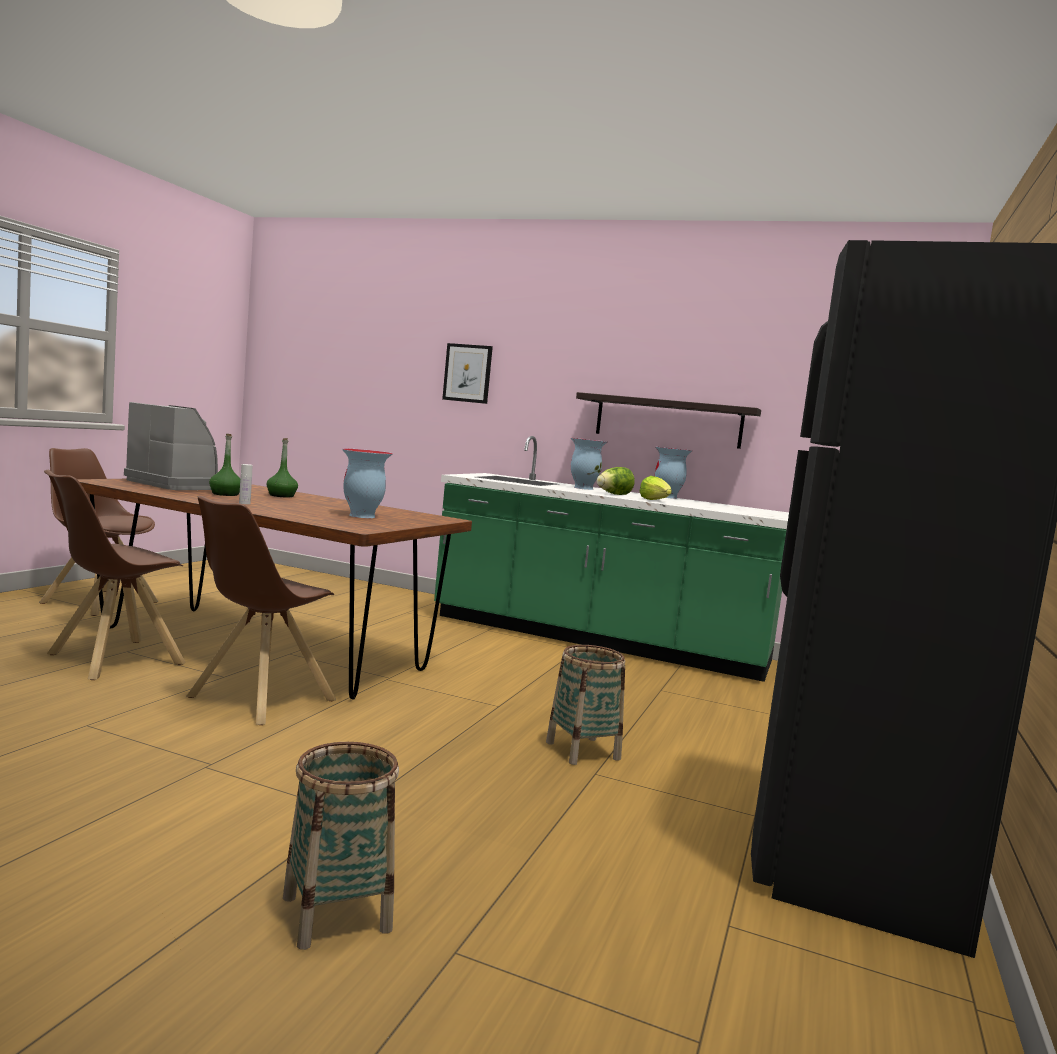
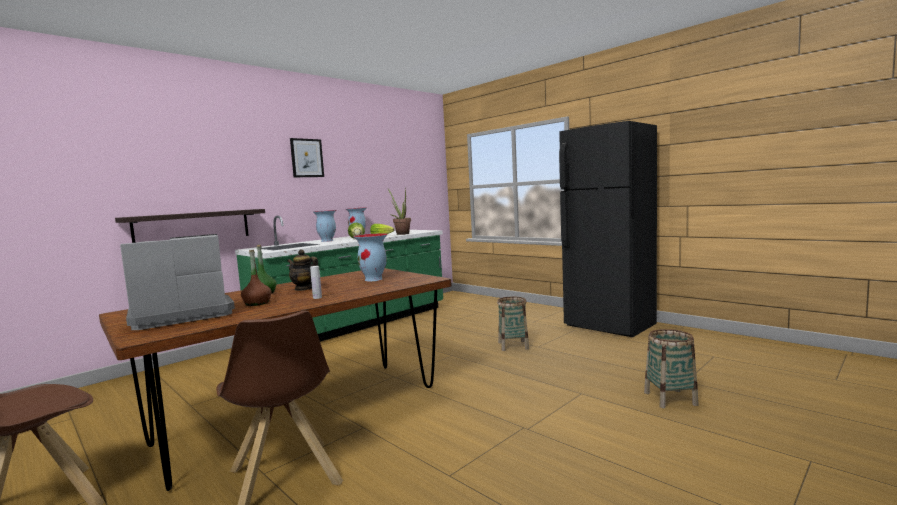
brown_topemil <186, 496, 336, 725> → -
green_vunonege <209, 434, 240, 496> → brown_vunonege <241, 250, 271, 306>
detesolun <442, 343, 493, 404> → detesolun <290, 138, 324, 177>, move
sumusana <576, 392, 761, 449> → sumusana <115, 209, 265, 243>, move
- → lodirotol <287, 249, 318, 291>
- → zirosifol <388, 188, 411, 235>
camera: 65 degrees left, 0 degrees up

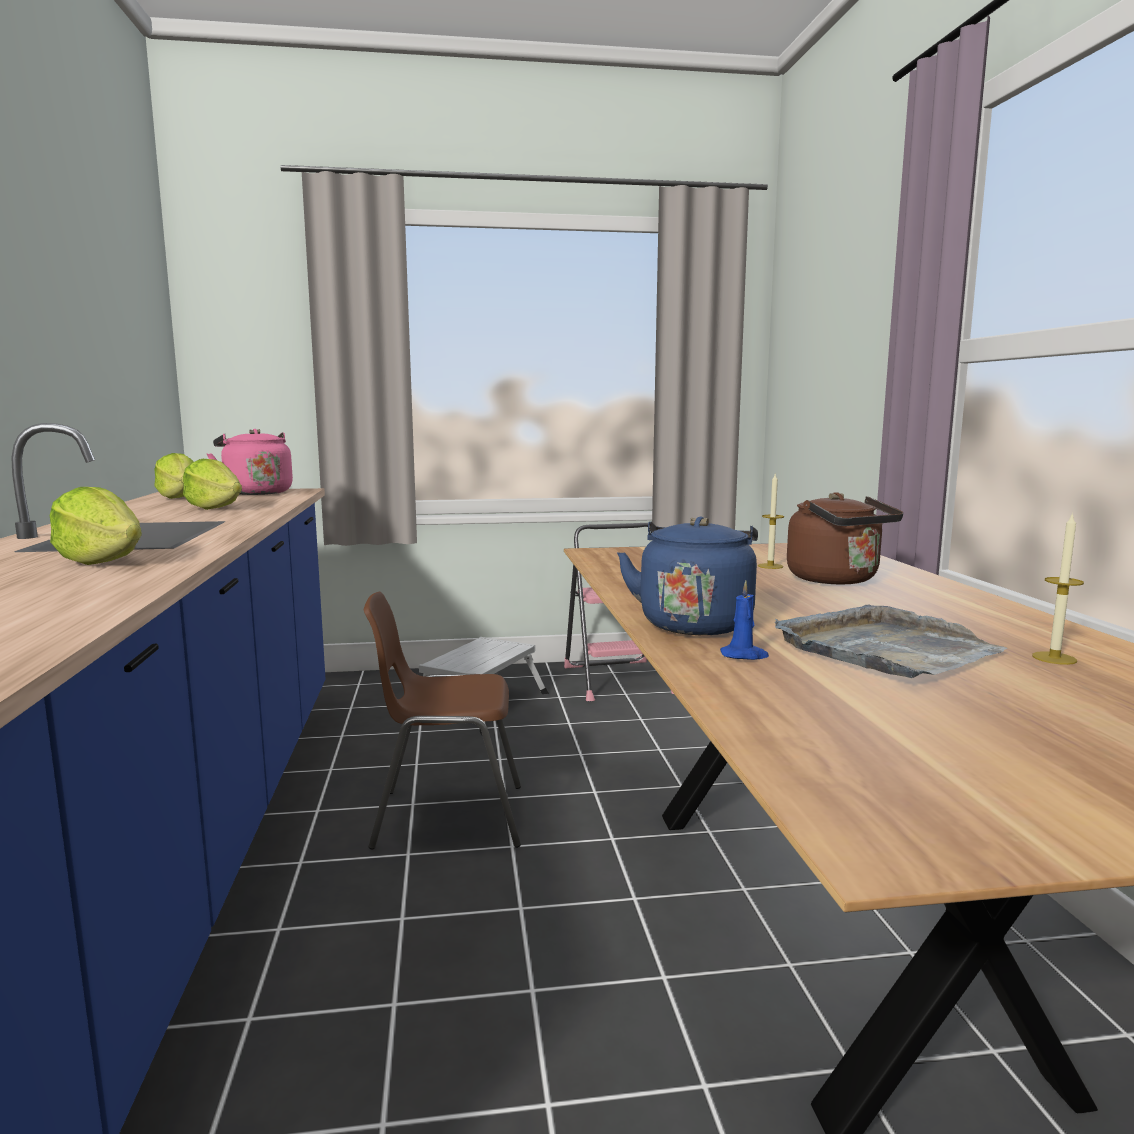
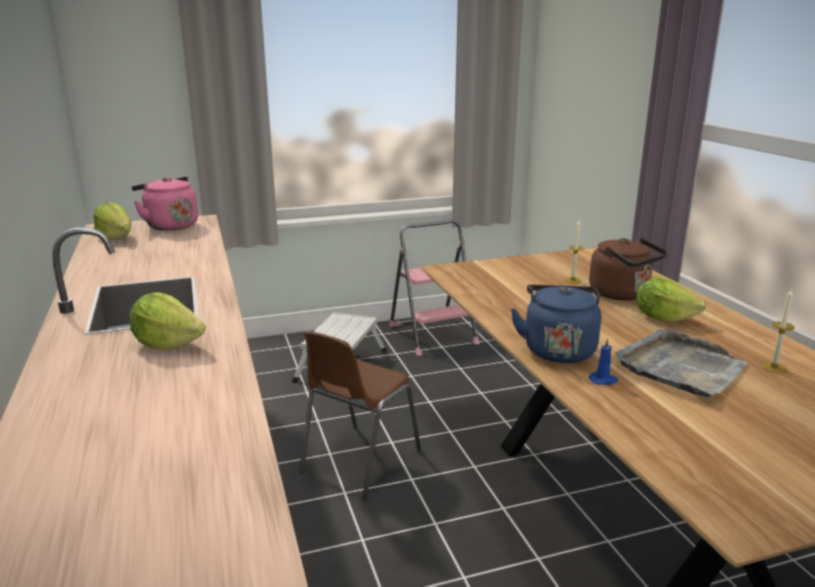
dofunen <183, 459, 242, 510> → dofunen <636, 277, 706, 322>, move
brown_topemil <364, 592, 521, 850> → brown_topemil <299, 331, 421, 500>, 45 degrees counterclockwise
camera: 10 degrees left, 10 degrees up

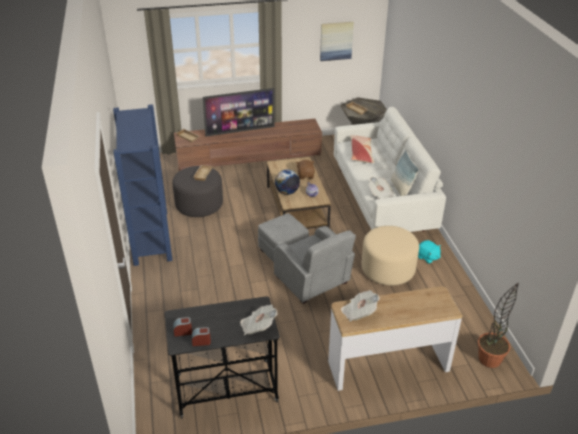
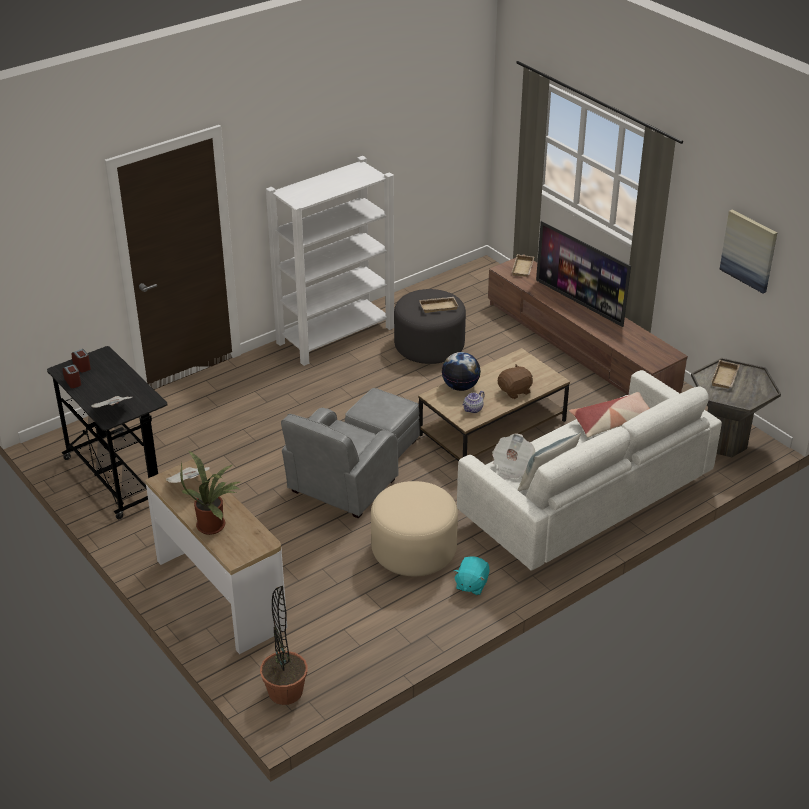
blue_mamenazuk <113, 104, 173, 266> → white_mamenazuk <266, 156, 394, 366>
- → zirosifol <180, 451, 240, 535>
camera: 65 degrees right, 0 degrees up

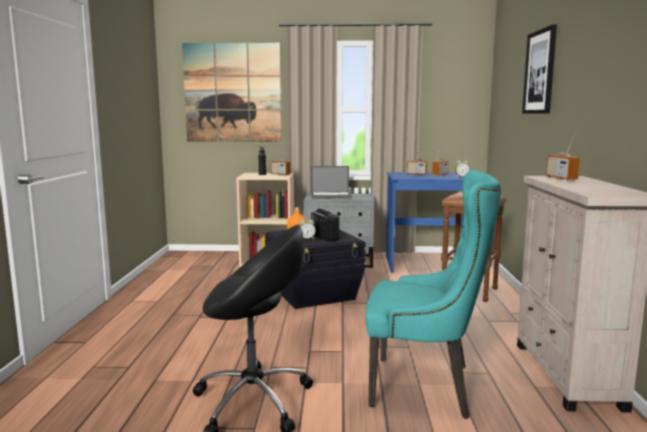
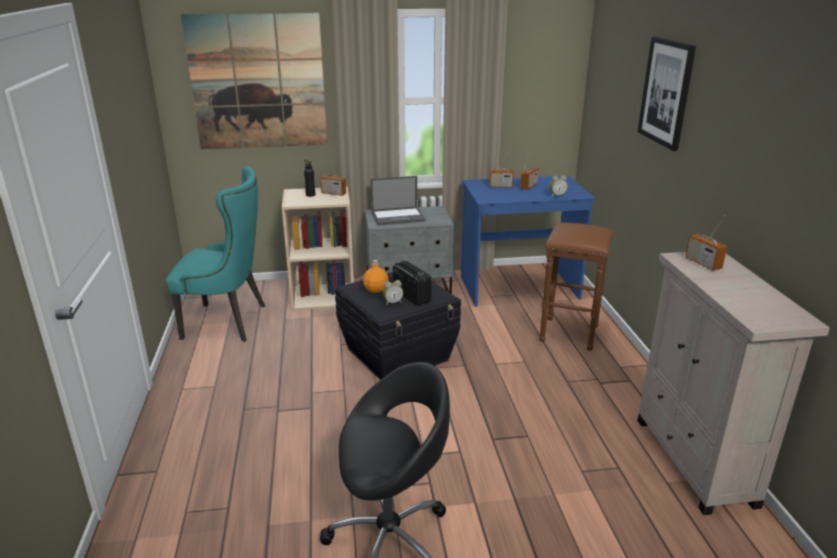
turquoise_topemil <366, 170, 501, 419> → turquoise_topemil <166, 166, 265, 342>, move
camera: 10 degrees left, 15 degrees up

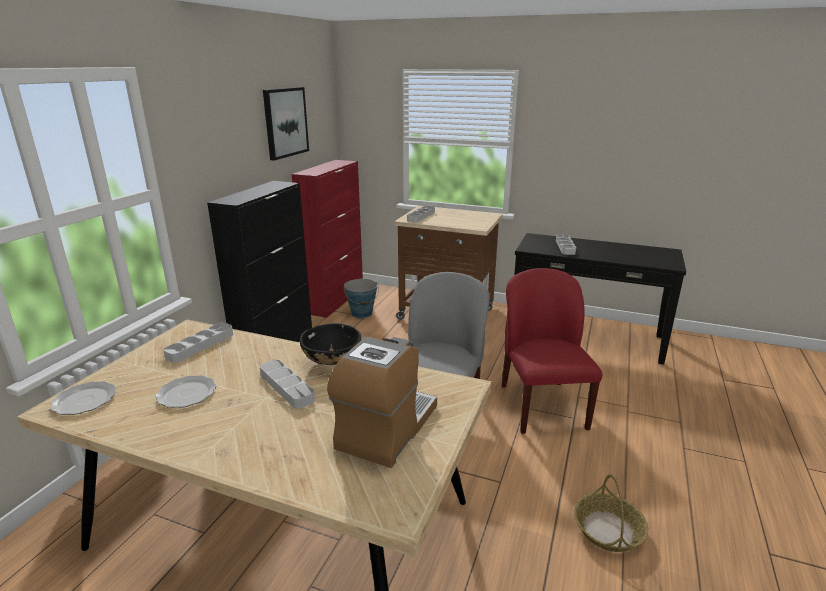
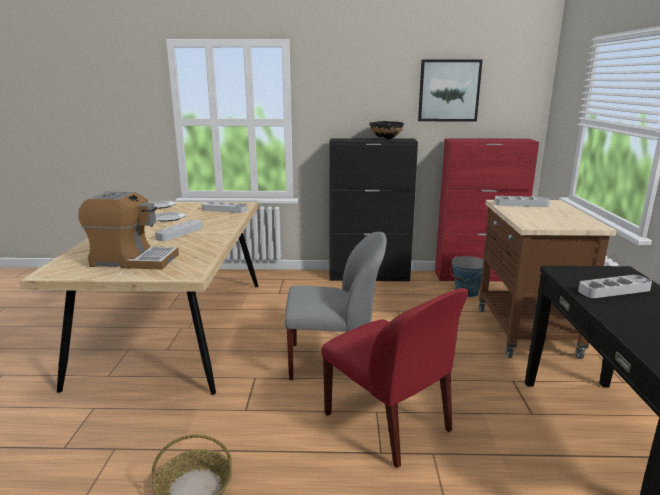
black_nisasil <300, 323, 361, 365> → black_nisasil <369, 121, 404, 140>, move
red_topemil <502, 268, 602, 434> → red_topemil <321, 288, 469, 468>, 75 degrees clockwise
camera: 70 degrees right, 5 degrees down

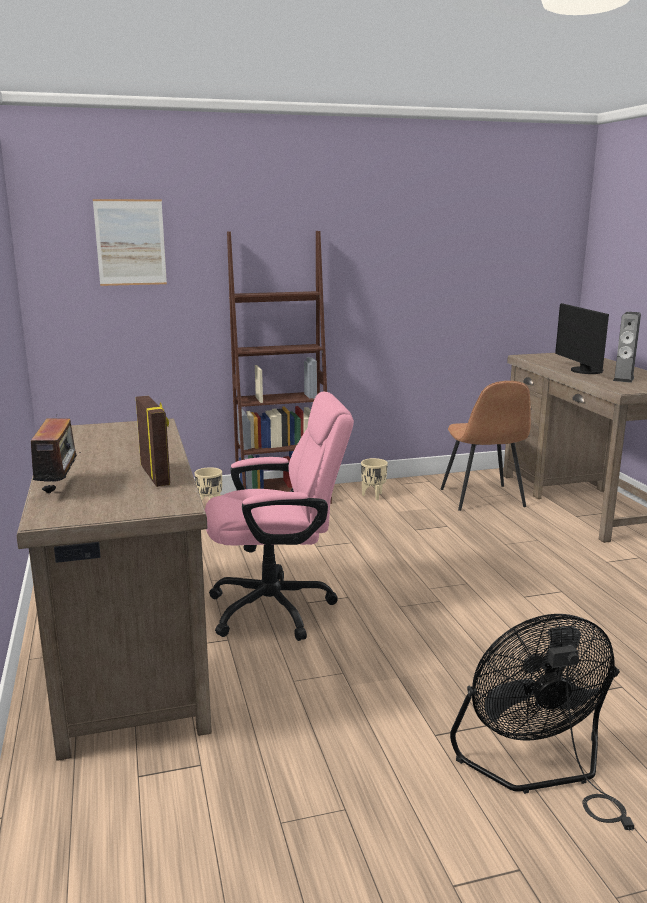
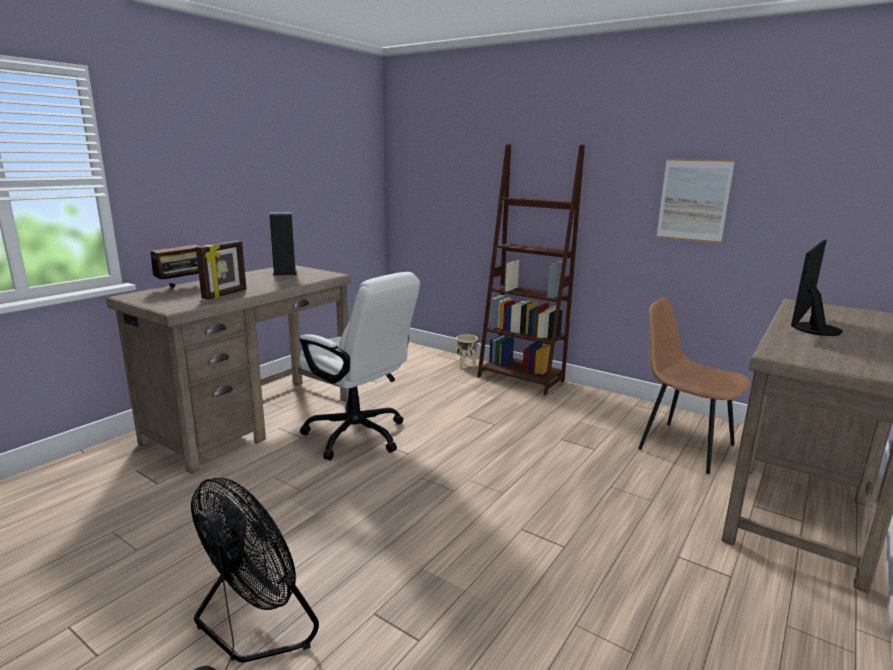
detesolun <93, 199, 167, 286> → detesolun <656, 159, 735, 243>, move
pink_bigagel <205, 392, 354, 641> → white_bigagel <299, 272, 420, 460>
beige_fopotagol <361, 458, 388, 500> → -
brown_topemil <441, 381, 531, 511> → brown_topemil <638, 298, 751, 474>, 90 degrees clockwise
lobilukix <613, 312, 641, 383> → lobilukix <269, 212, 298, 276>, move
camera: 50 degrees right, 0 degrees up

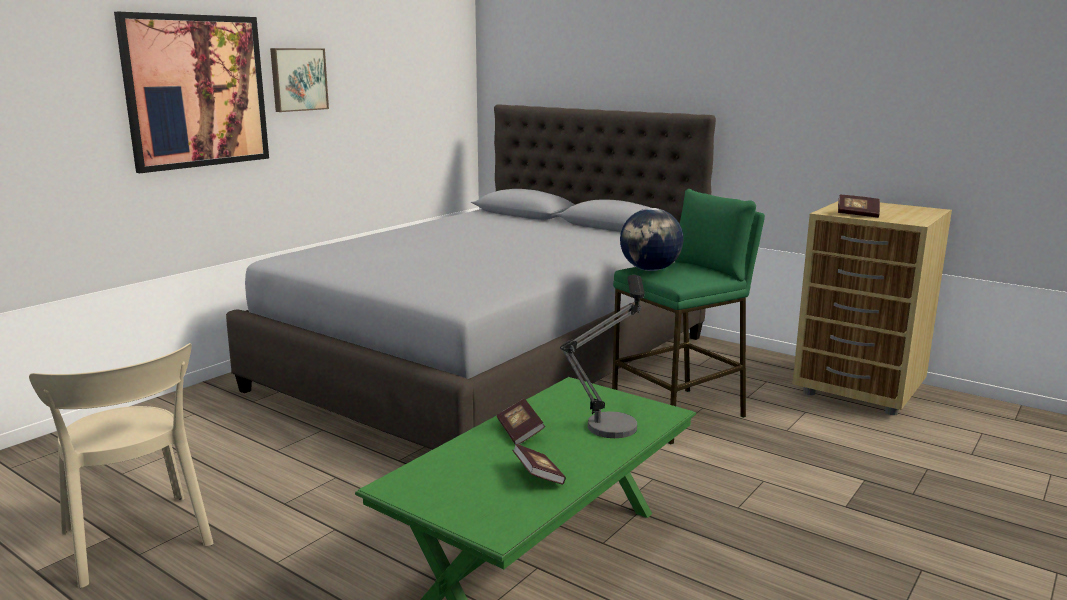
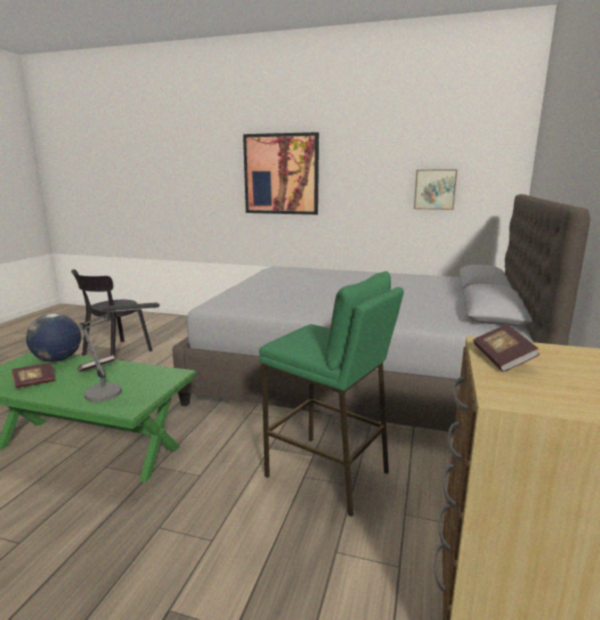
beige_topemil <29, 343, 213, 588> → black_topemil <71, 269, 152, 357>
detesolun <270, 48, 329, 112> → detesolun <414, 170, 457, 210>, move
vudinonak <620, 208, 684, 271> → vudinonak <26, 313, 81, 362>, move
camera: 70 degrees right, 0 degrees up

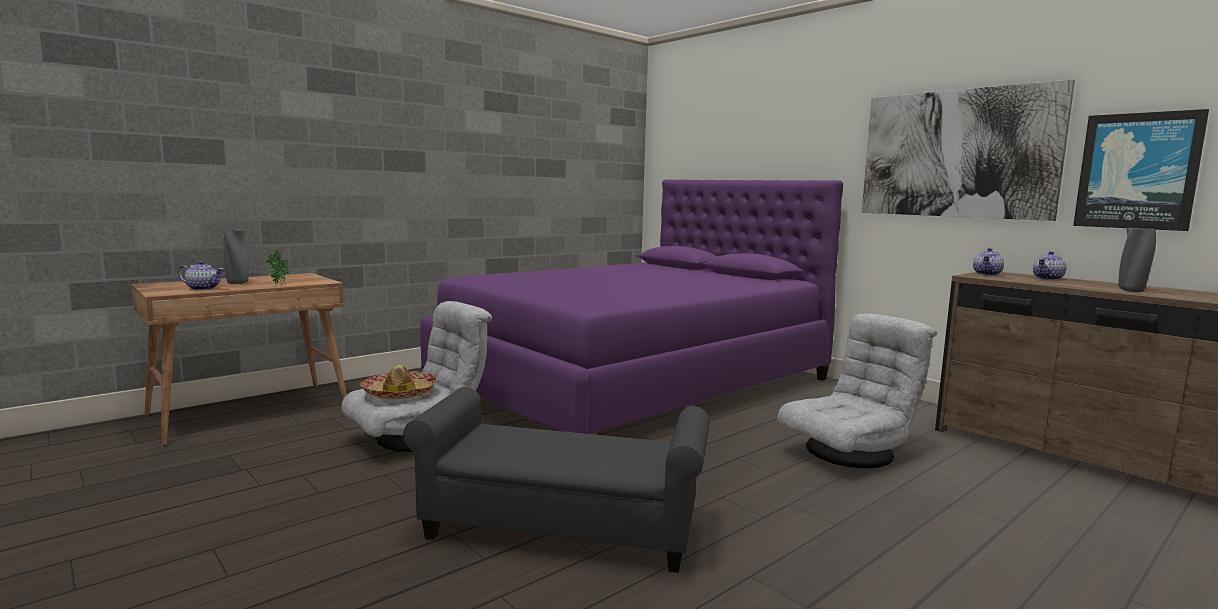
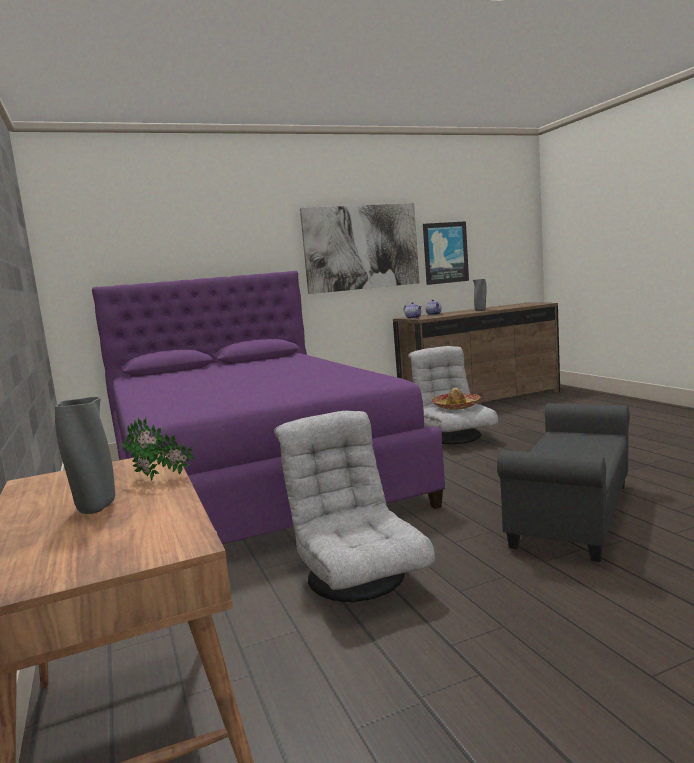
lodirotol <178, 261, 224, 290> → -
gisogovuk <359, 365, 437, 399> → gisogovuk <432, 388, 481, 410>, move
camera: 70 degrees left, 0 degrees up

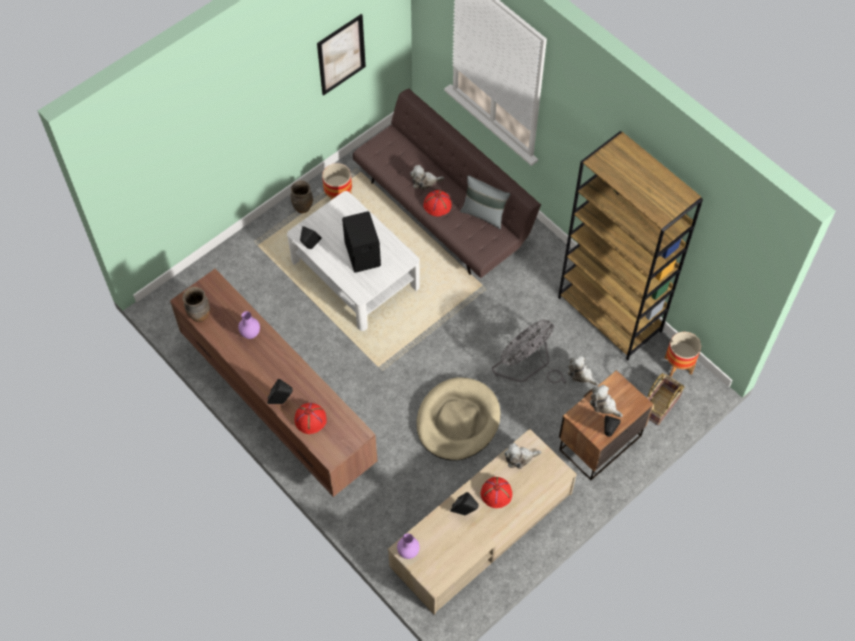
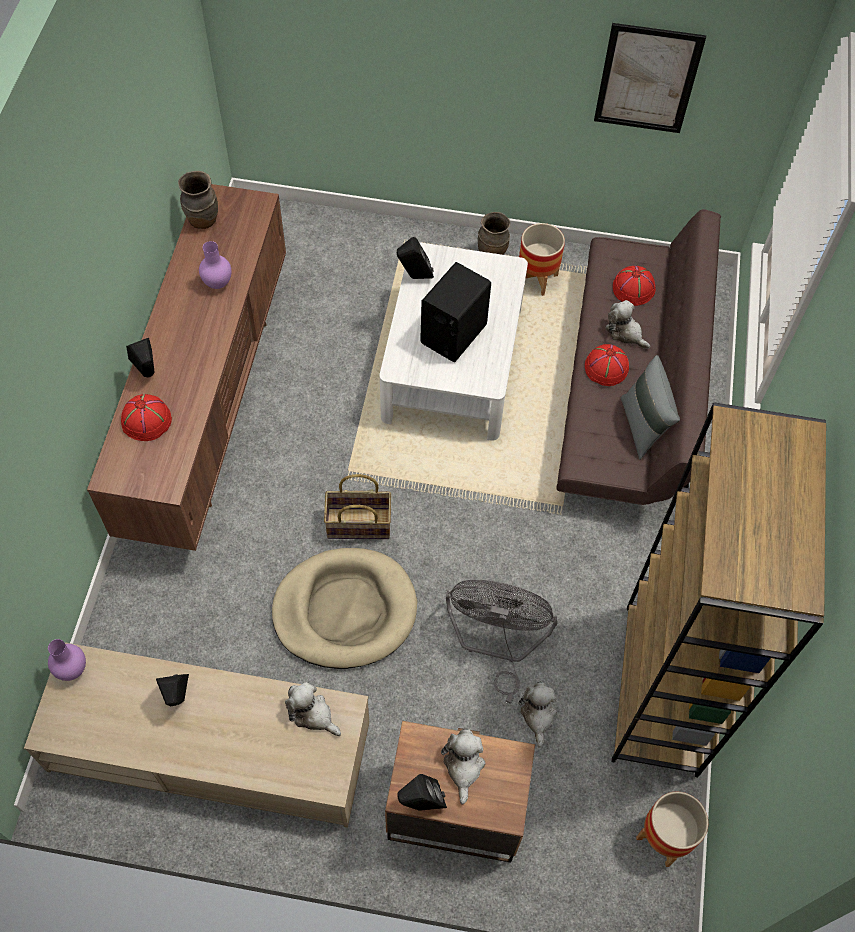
red_gisogovuk <481, 477, 512, 508> → red_gisogovuk <613, 266, 656, 306>, move
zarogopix <647, 373, 685, 426> → zarogopix <324, 474, 391, 539>, move
camera: 50 degrees right, 0 degrees up

